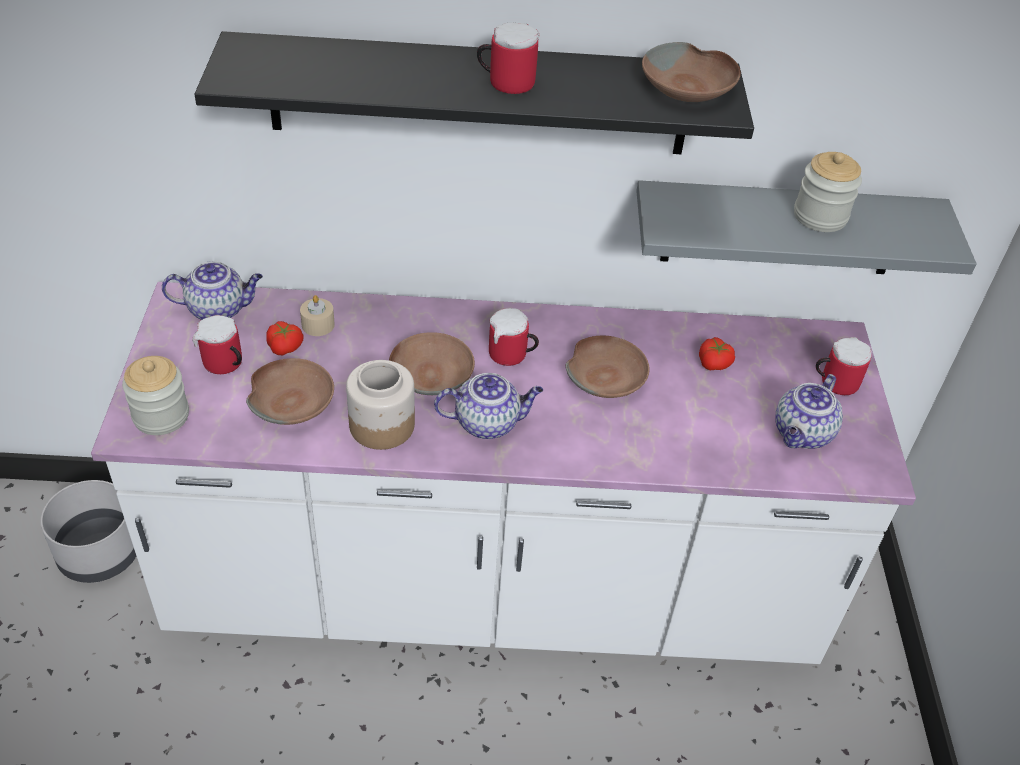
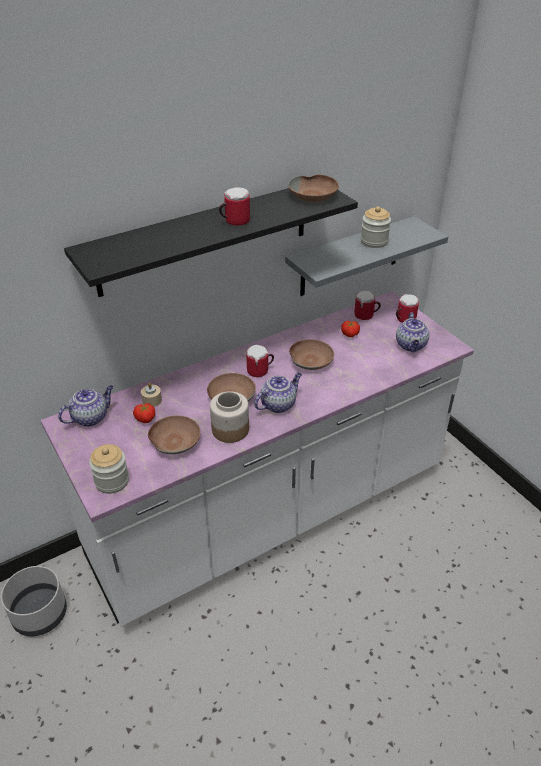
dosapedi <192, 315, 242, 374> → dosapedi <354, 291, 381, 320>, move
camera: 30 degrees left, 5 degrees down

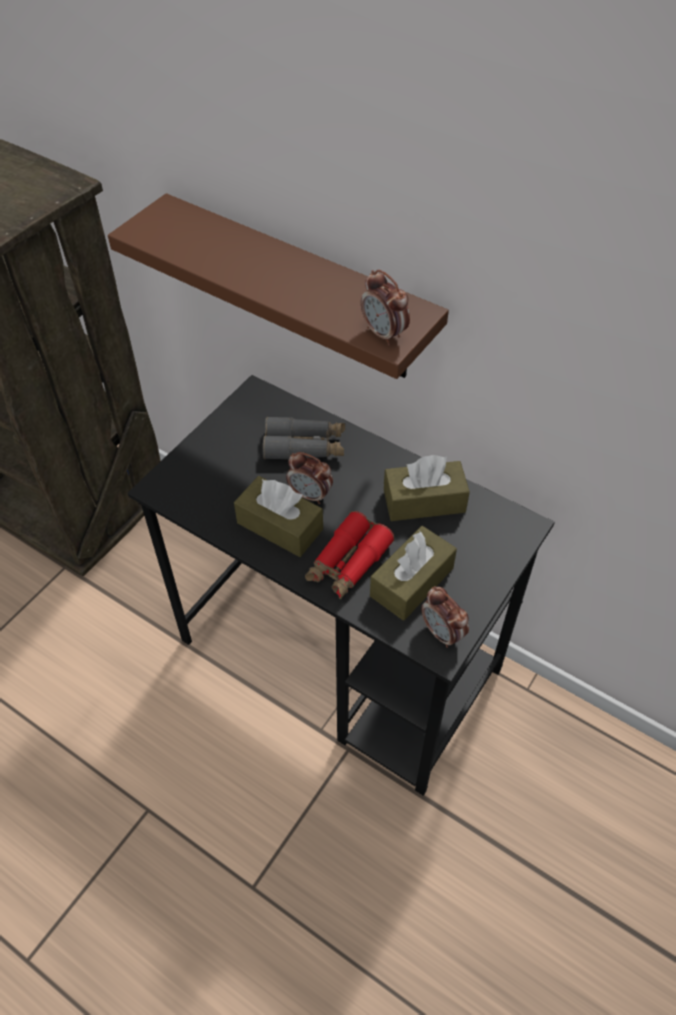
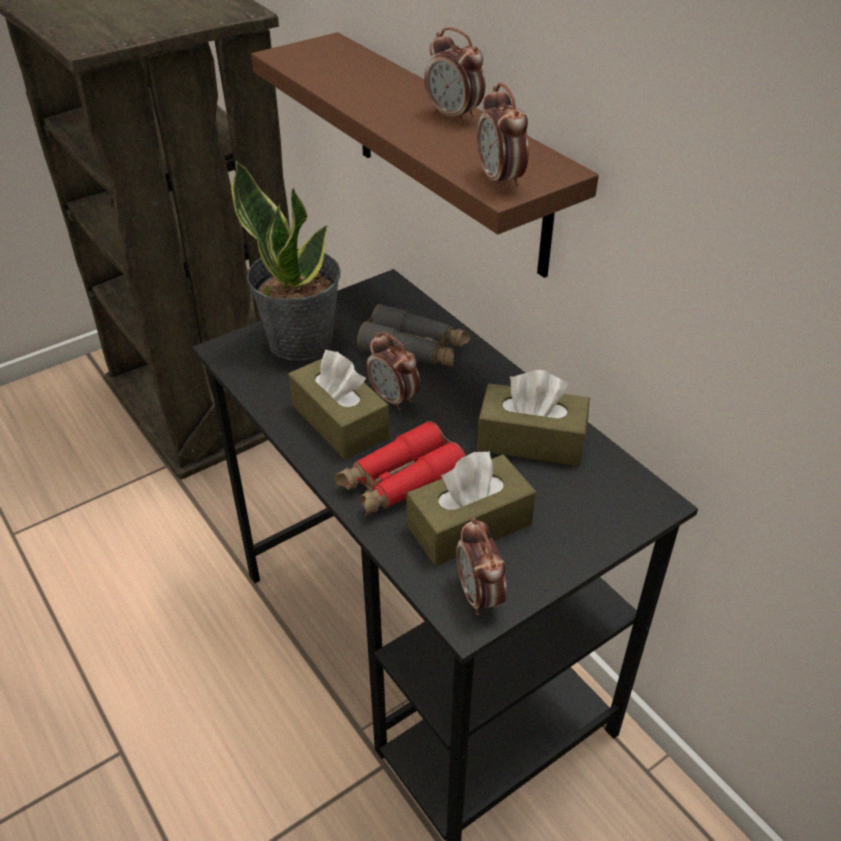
- → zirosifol <231, 161, 341, 361>
- → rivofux <425, 27, 485, 124>
camera: 20 degrees right, 10 degrees down

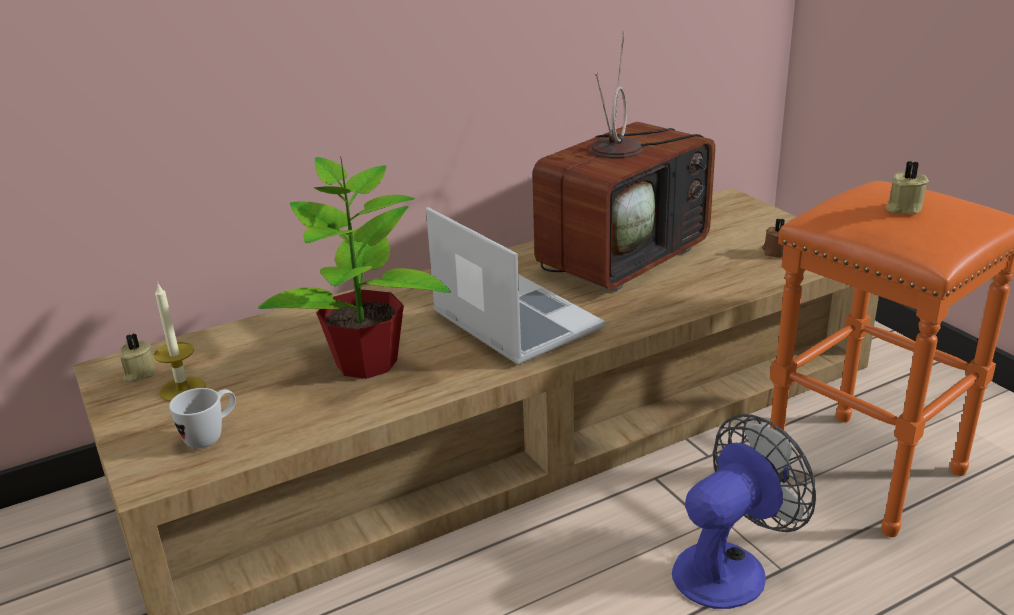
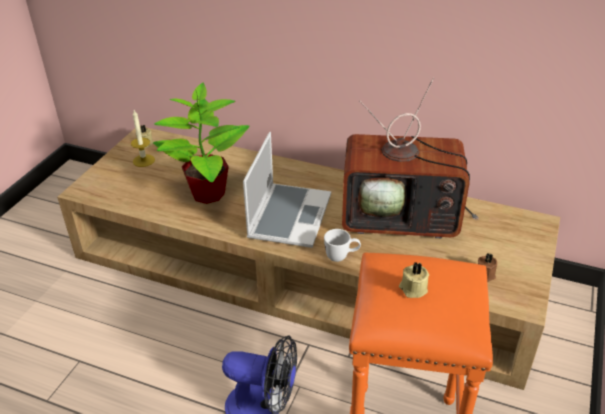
white_dosapedi <169, 388, 236, 449> → white_dosapedi <324, 229, 361, 262>, move
camera: 50 degrees right, 10 degrees up

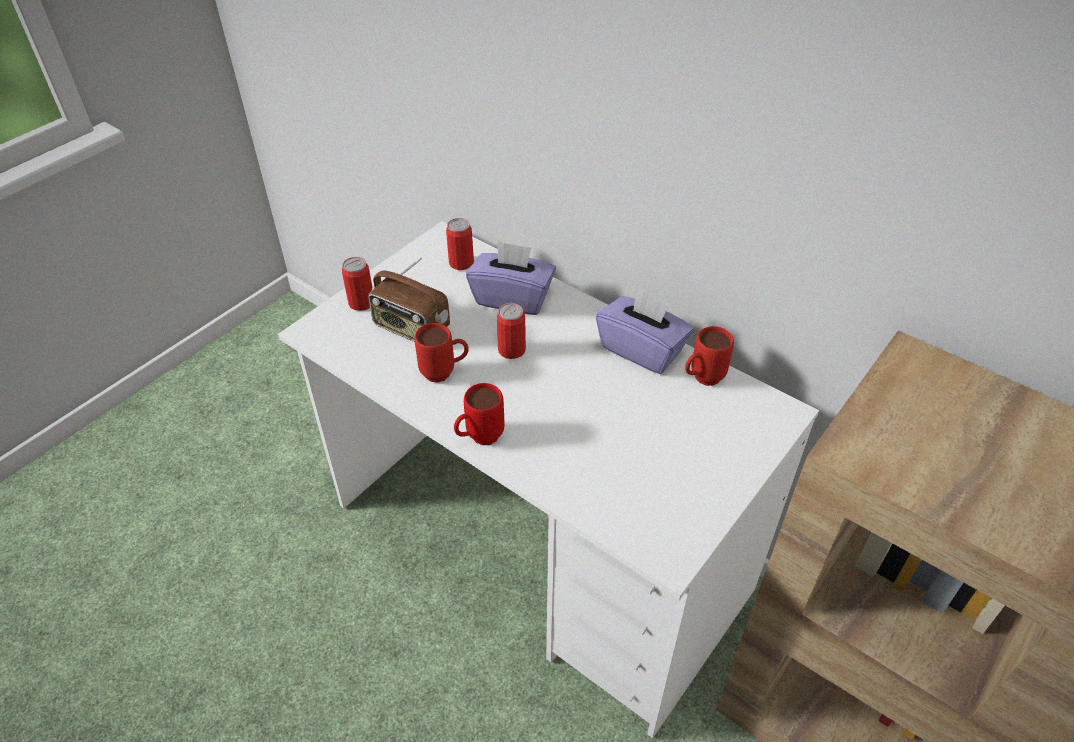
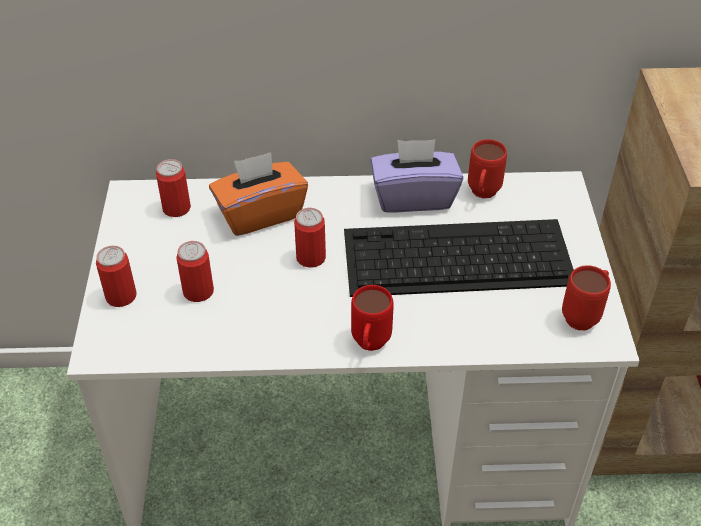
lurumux <368, 258, 450, 342> → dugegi <176, 241, 214, 302>
red_dosapedi <415, 323, 469, 383> → red_dosapedi <562, 265, 611, 330>, move
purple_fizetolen <466, 241, 556, 315> → orange_fizetolen <209, 152, 308, 236>
- → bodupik <344, 219, 574, 297>
camera: 40 degrees left, 0 degrees up

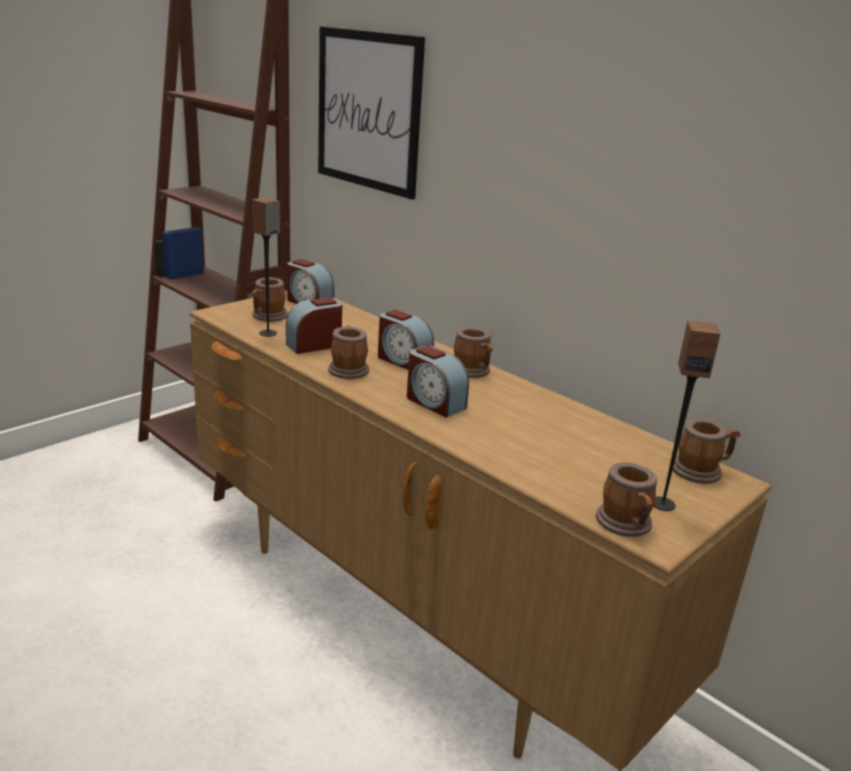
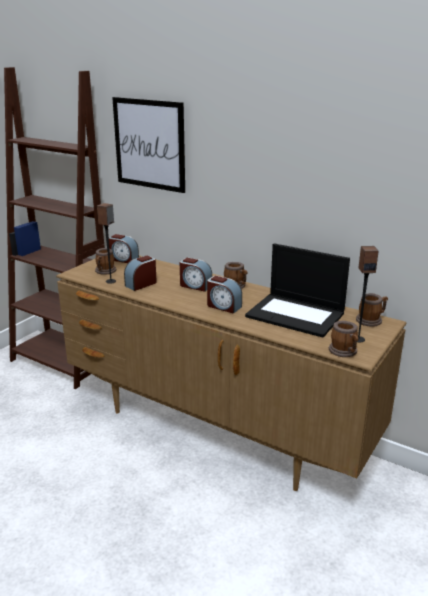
dosapedi <328, 325, 369, 379> → -
- → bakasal <245, 243, 350, 337>
camera: 10 degrees left, 0 degrees up

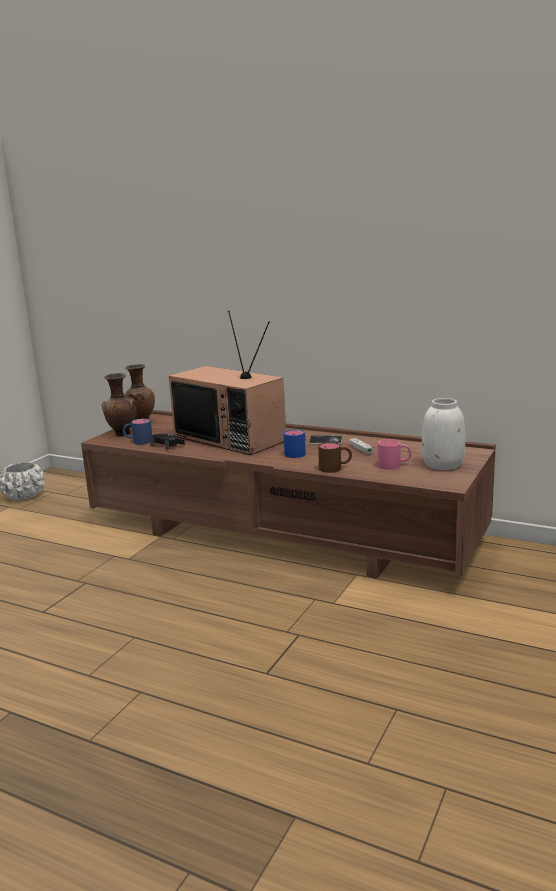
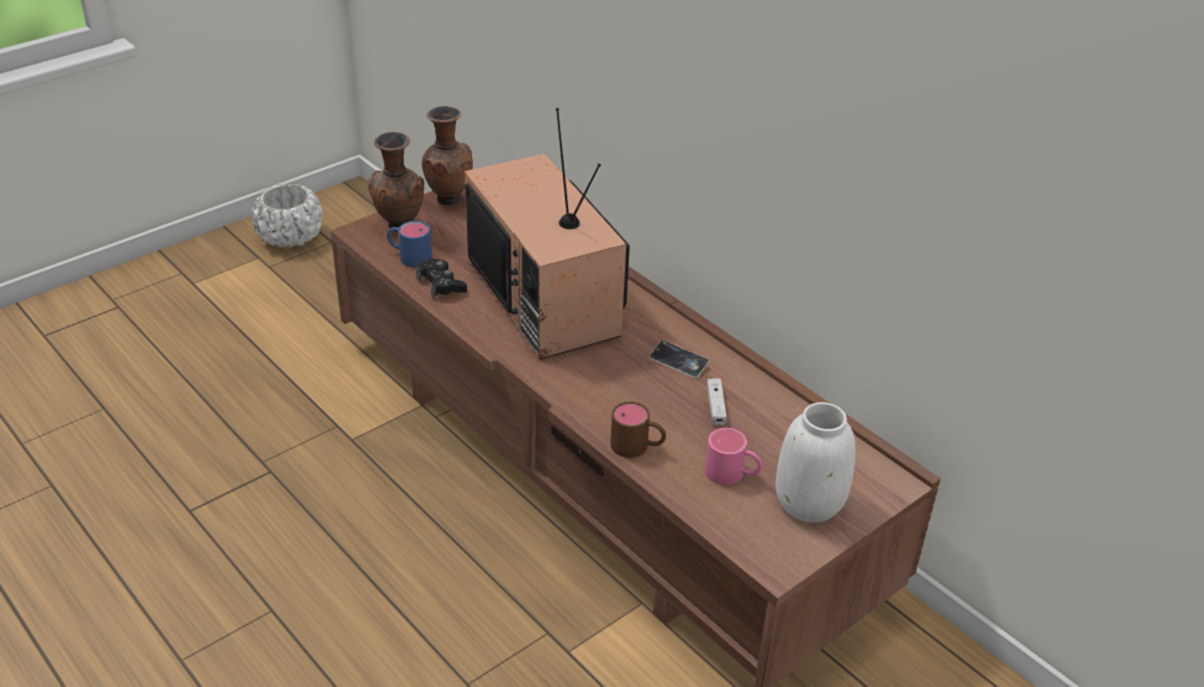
blue_dosapedi <283, 430, 306, 458> → -
camera: 20 degrees right, 20 degrees up

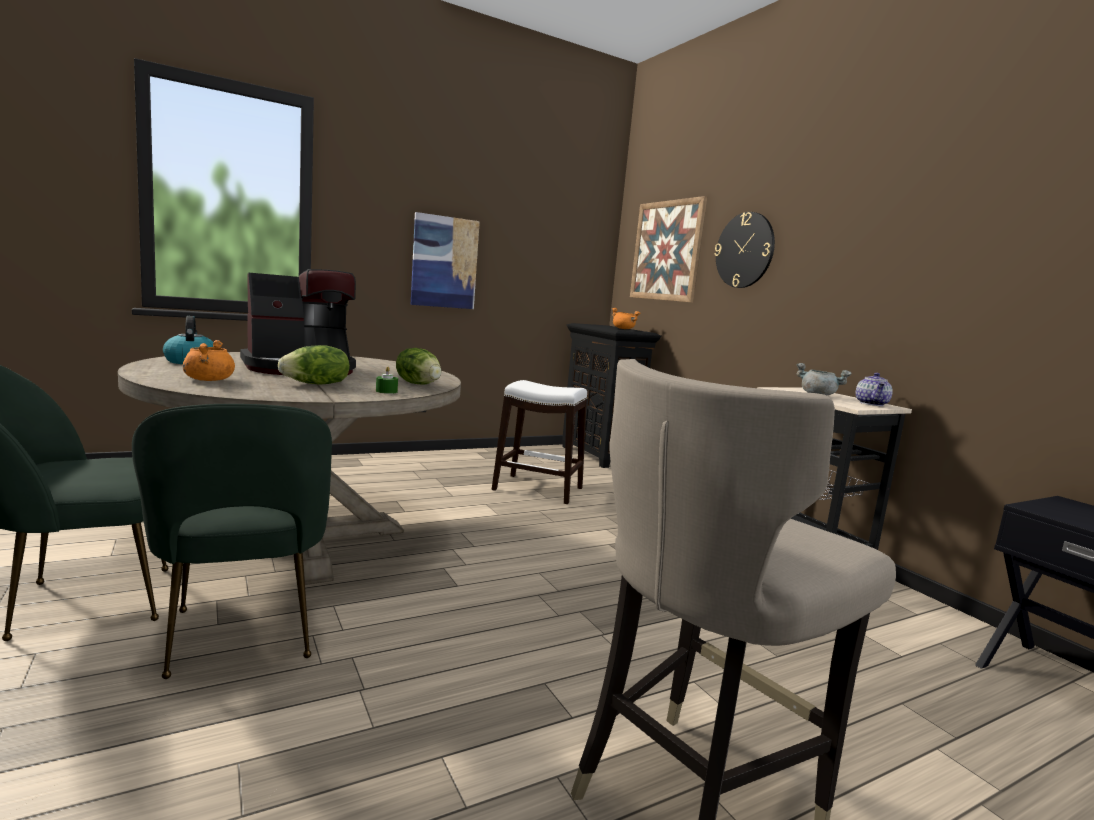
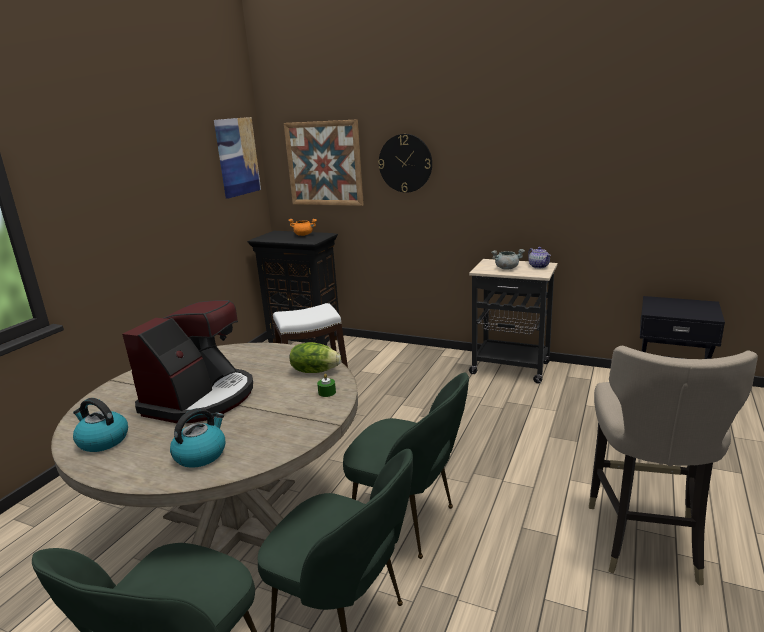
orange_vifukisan <183, 340, 235, 381> → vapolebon <170, 408, 225, 468>
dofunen <278, 345, 350, 385> → -
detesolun <411, 212, 480, 309> → detesolun <214, 117, 261, 199>, move
- → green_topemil <343, 373, 469, 559>
camera: 35 degrees left, 10 degrees up

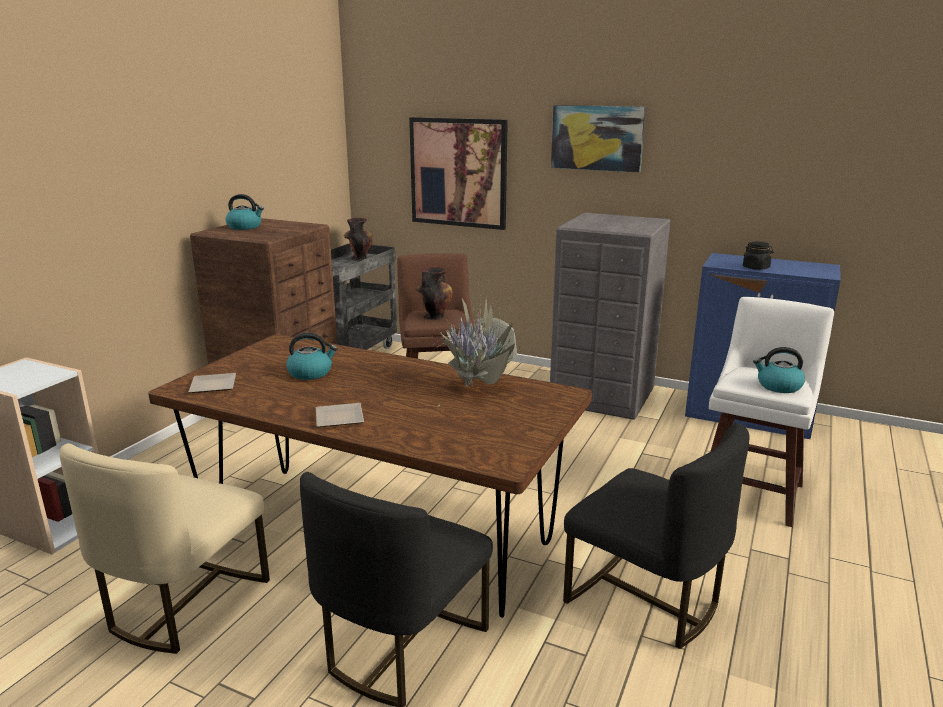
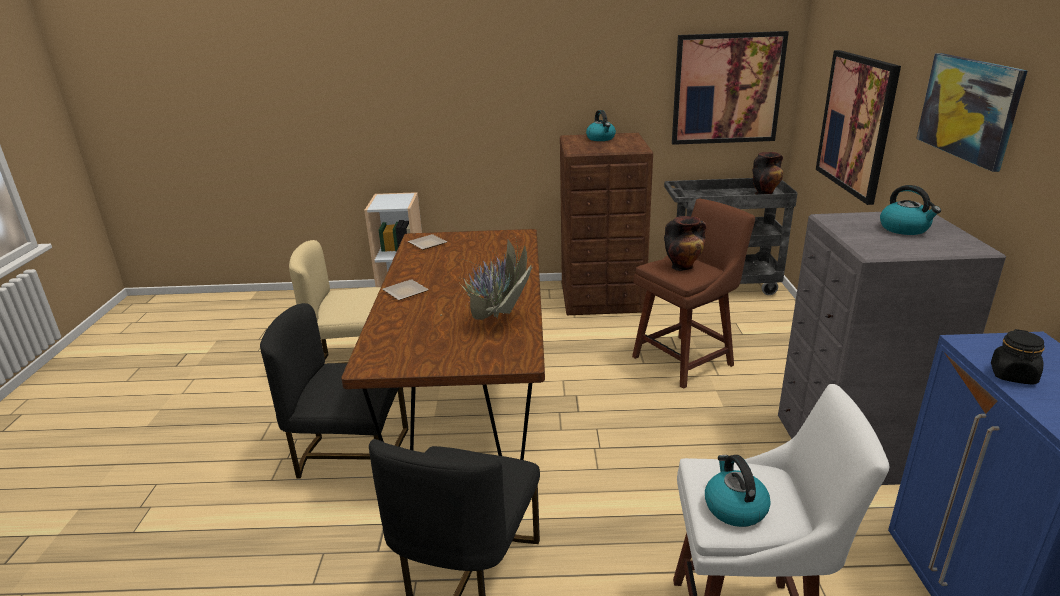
vapolebon <286, 333, 337, 380> → vapolebon <880, 185, 941, 235>, move
- → detesolun <672, 31, 789, 145>
camera: 65 degrees right, 5 degrees up

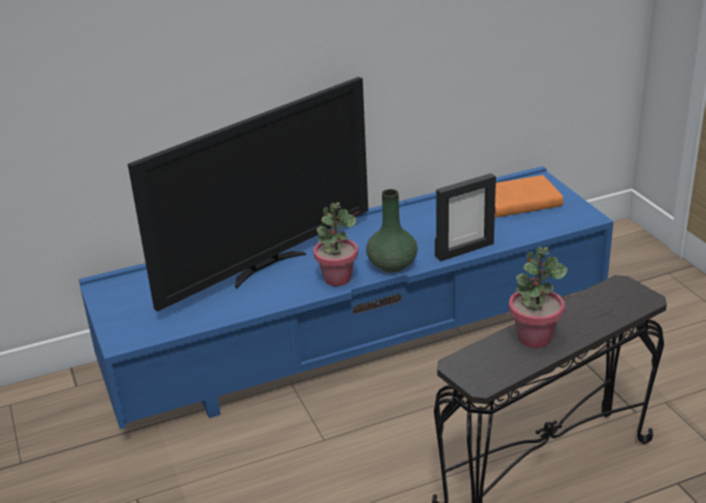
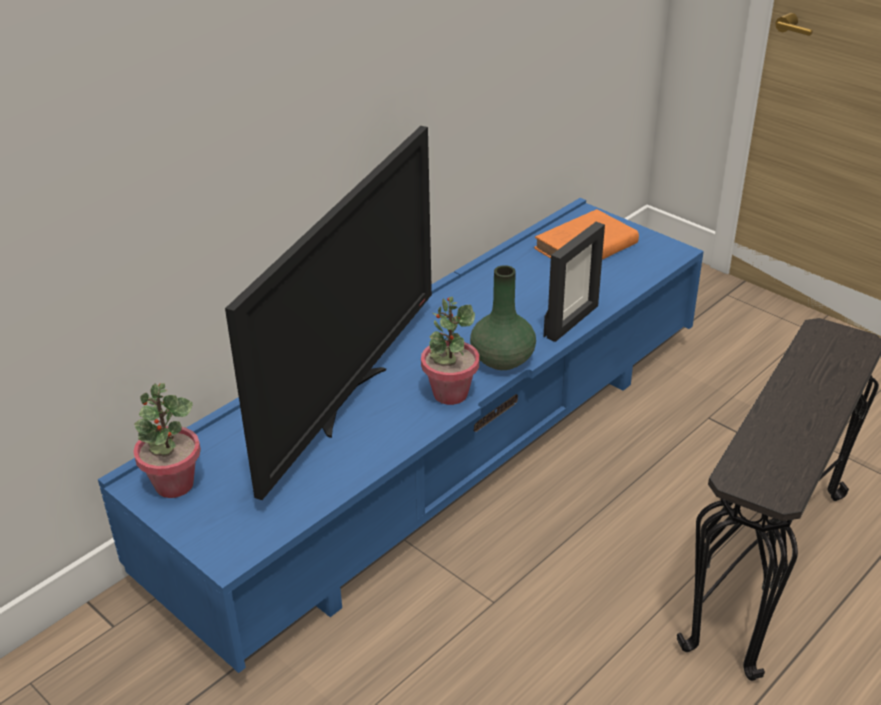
zirosifol <509, 246, 568, 348> → zirosifol <133, 383, 201, 498>, move
camera: 25 degrees left, 5 degrees up

